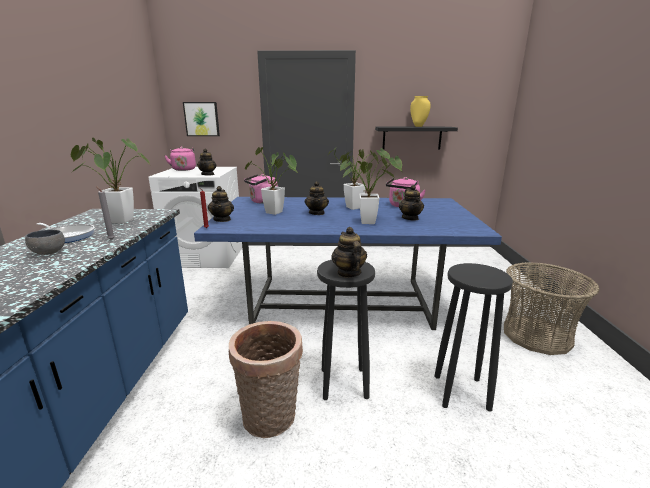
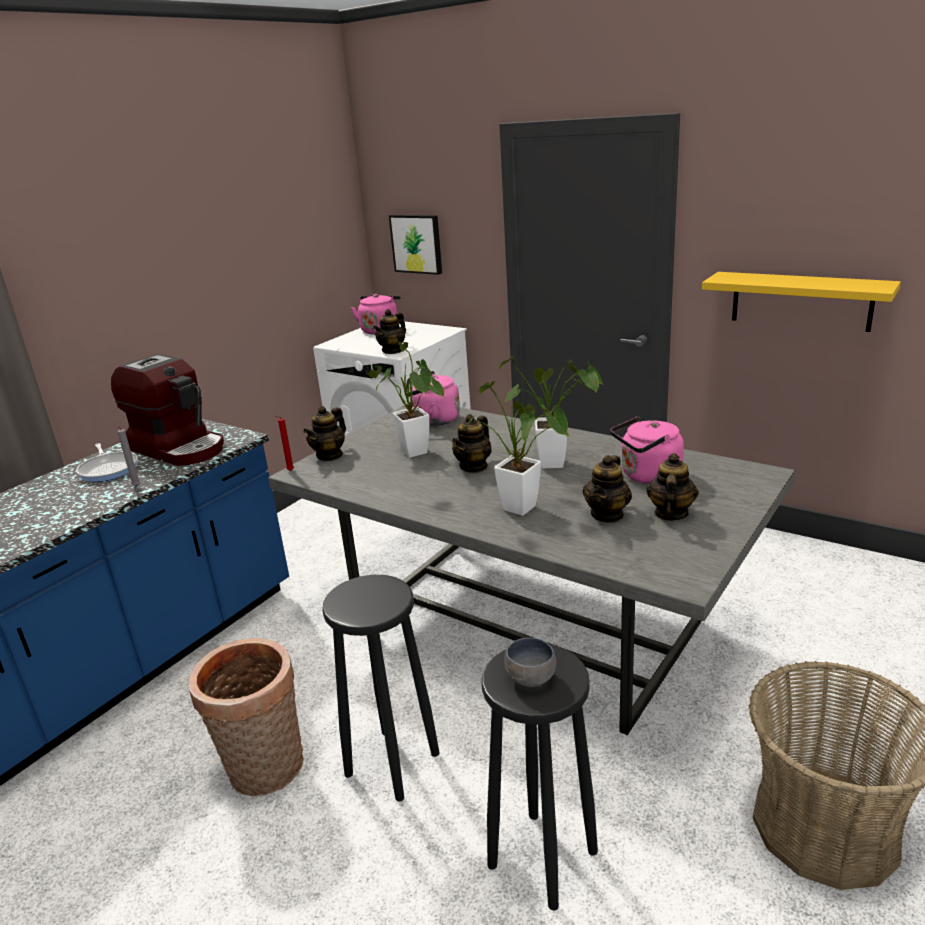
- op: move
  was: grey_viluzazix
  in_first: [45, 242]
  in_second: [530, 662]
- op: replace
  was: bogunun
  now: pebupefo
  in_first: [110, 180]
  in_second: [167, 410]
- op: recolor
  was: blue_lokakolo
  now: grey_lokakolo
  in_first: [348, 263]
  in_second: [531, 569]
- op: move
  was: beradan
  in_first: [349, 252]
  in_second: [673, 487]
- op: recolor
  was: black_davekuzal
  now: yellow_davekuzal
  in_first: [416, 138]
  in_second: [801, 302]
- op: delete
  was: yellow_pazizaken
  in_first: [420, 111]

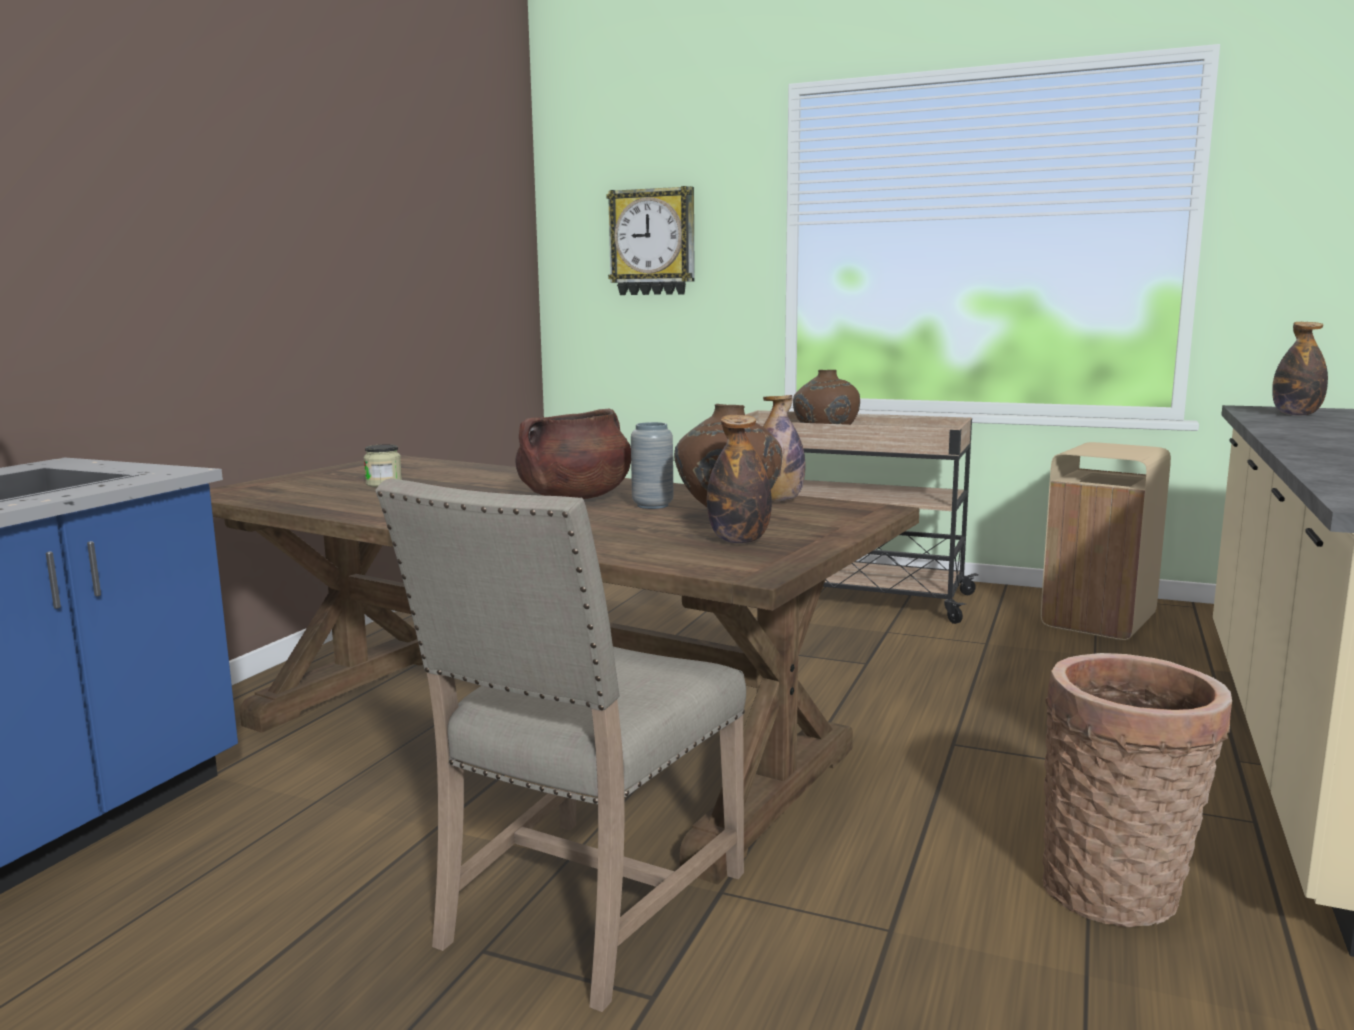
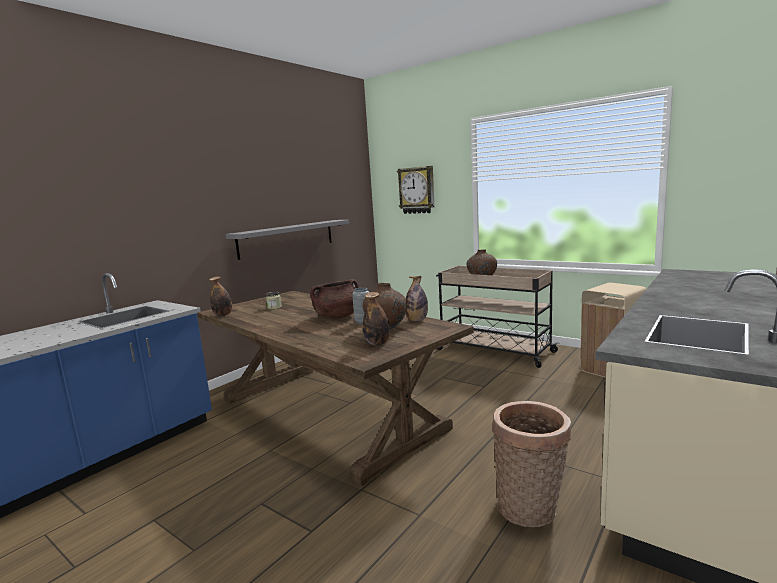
- op: delete
  was: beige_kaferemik
  in_first: [560, 745]
- op: move
  was: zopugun
  in_first: [1300, 369]
  in_second: [220, 296]
- op: insert
  now: grey_davekuzal
  in_second: [287, 240]

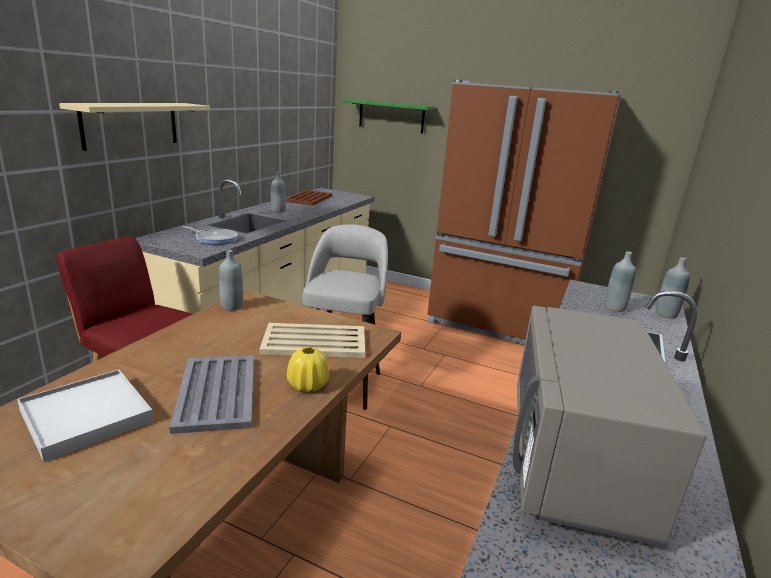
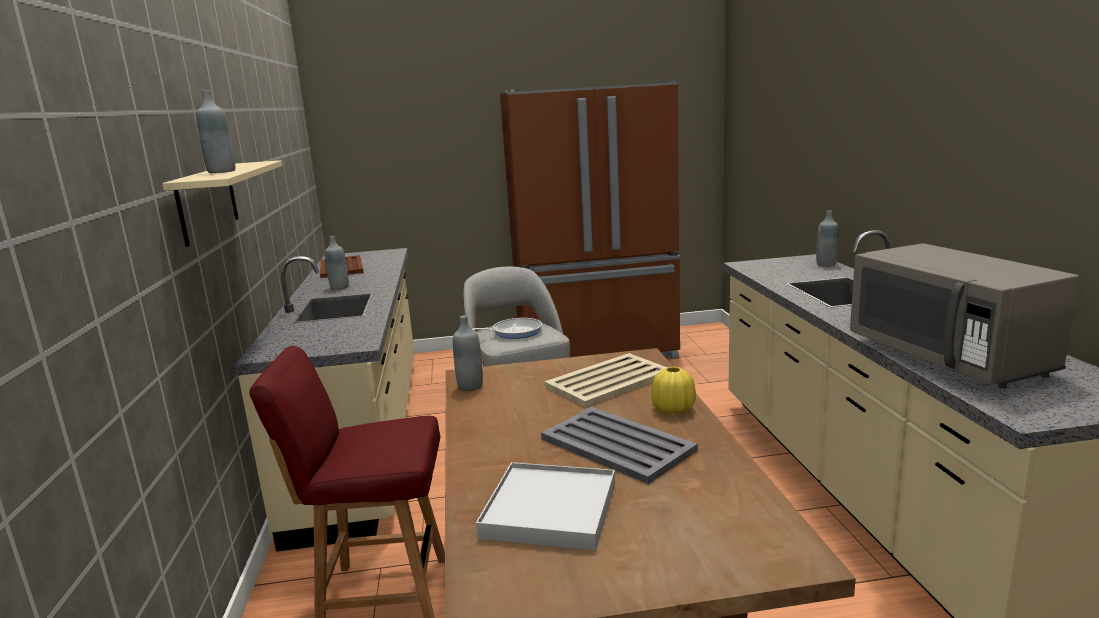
- op: move
  was: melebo
  in_first: [210, 235]
  in_second: [507, 328]
- op: delete
  was: green_davekuzal
  in_first: [388, 116]
- op: move
  was: grey_zopugun
  in_first: [620, 281]
  in_second: [215, 131]

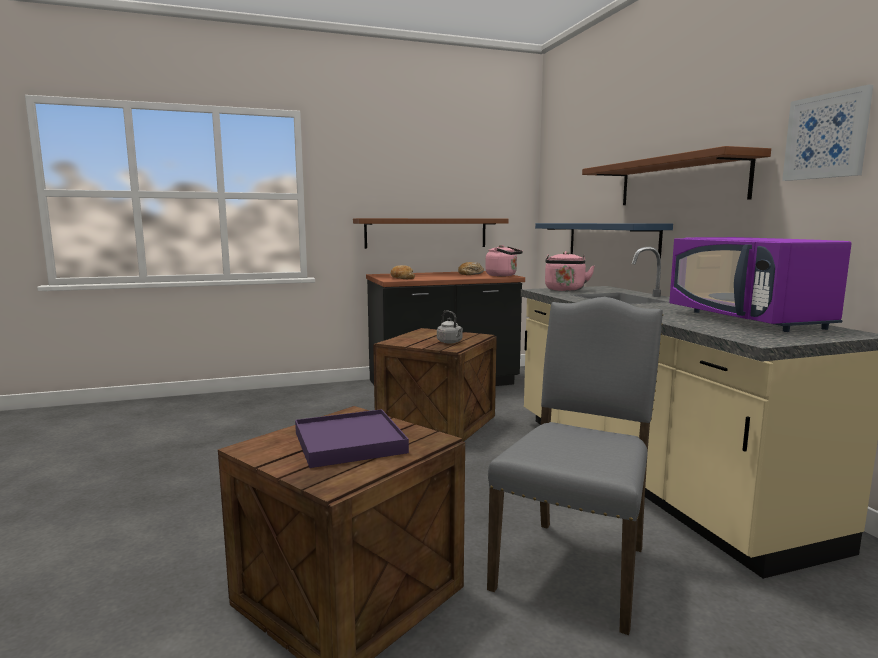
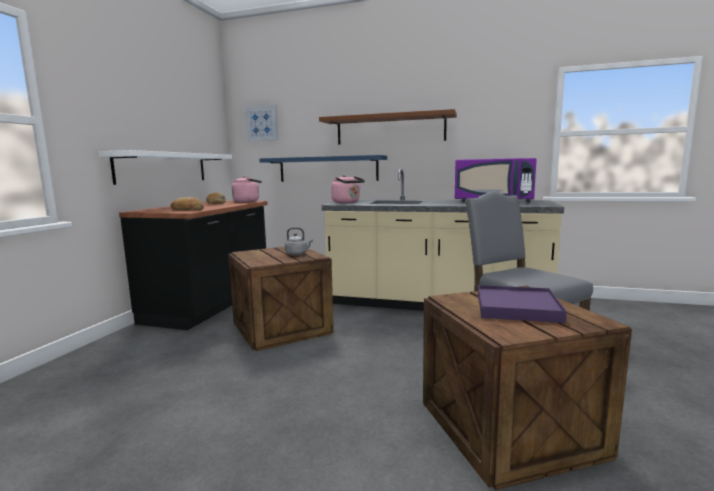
- op: recolor
  was: brown_davekuzal
  now: white_davekuzal
  in_first: [431, 233]
  in_second: [165, 167]
- op: move
  was: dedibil
  in_first: [827, 133]
  in_second: [261, 123]

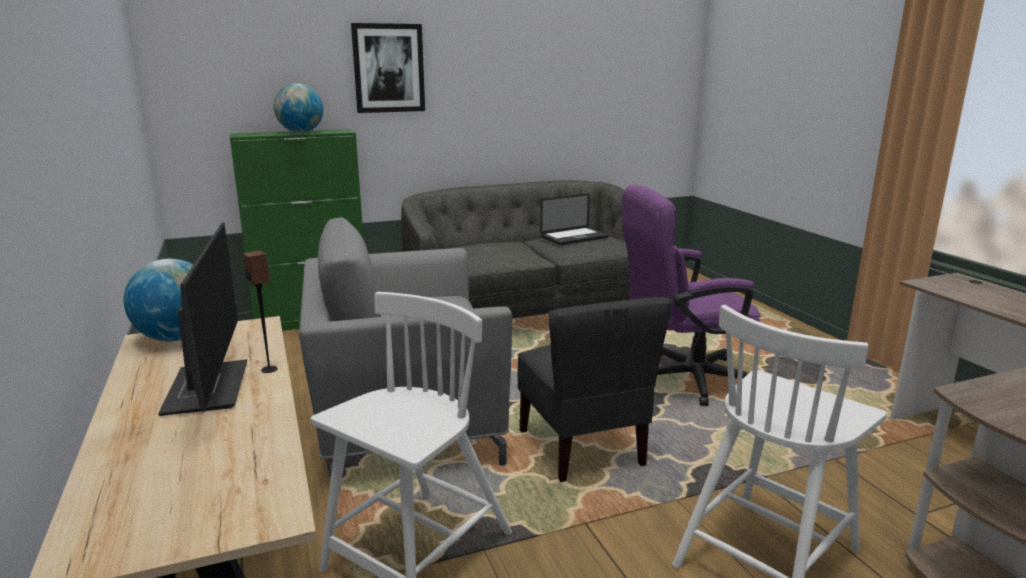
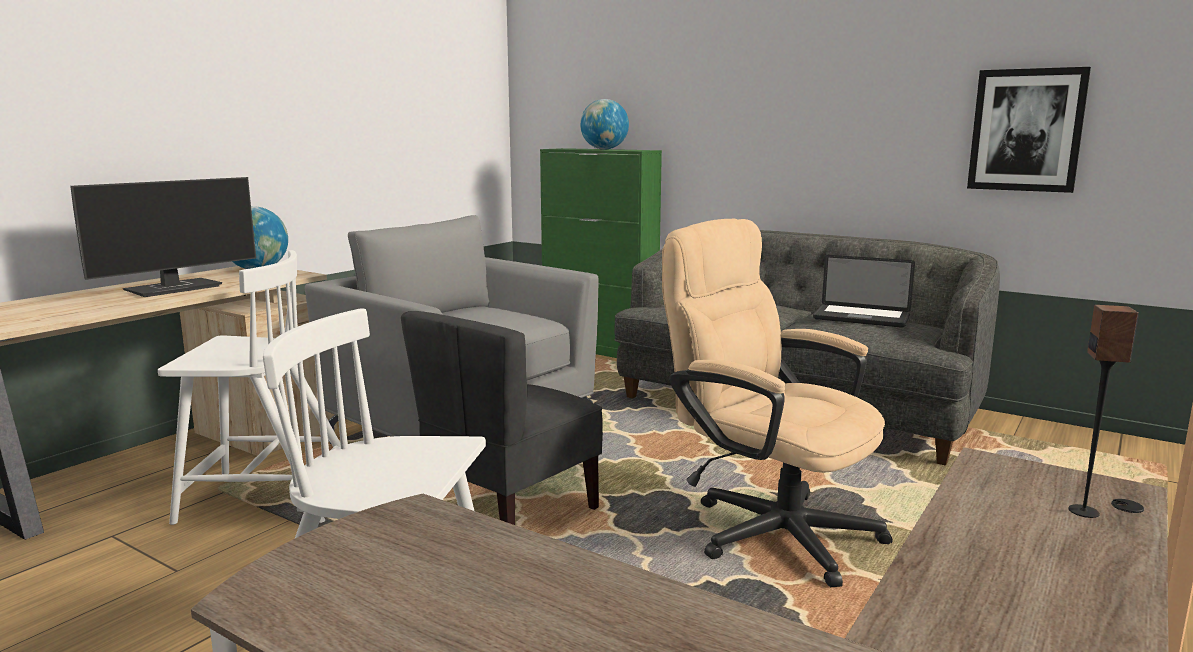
- op: move
  was: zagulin
  in_first: [260, 312]
  in_second: [1103, 411]
- op: move
  was: dedibil
  in_first: [388, 68]
  in_second: [1029, 130]
- op: recolor
  was: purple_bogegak
  now: beige_bogegak
  in_first: [691, 295]
  in_second: [777, 403]

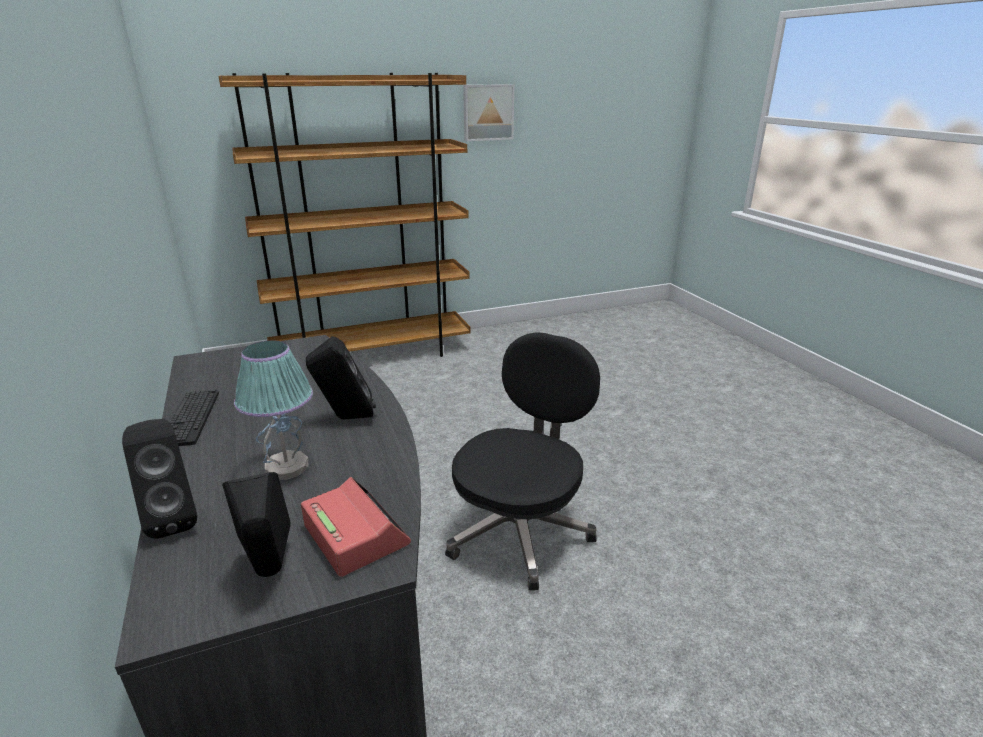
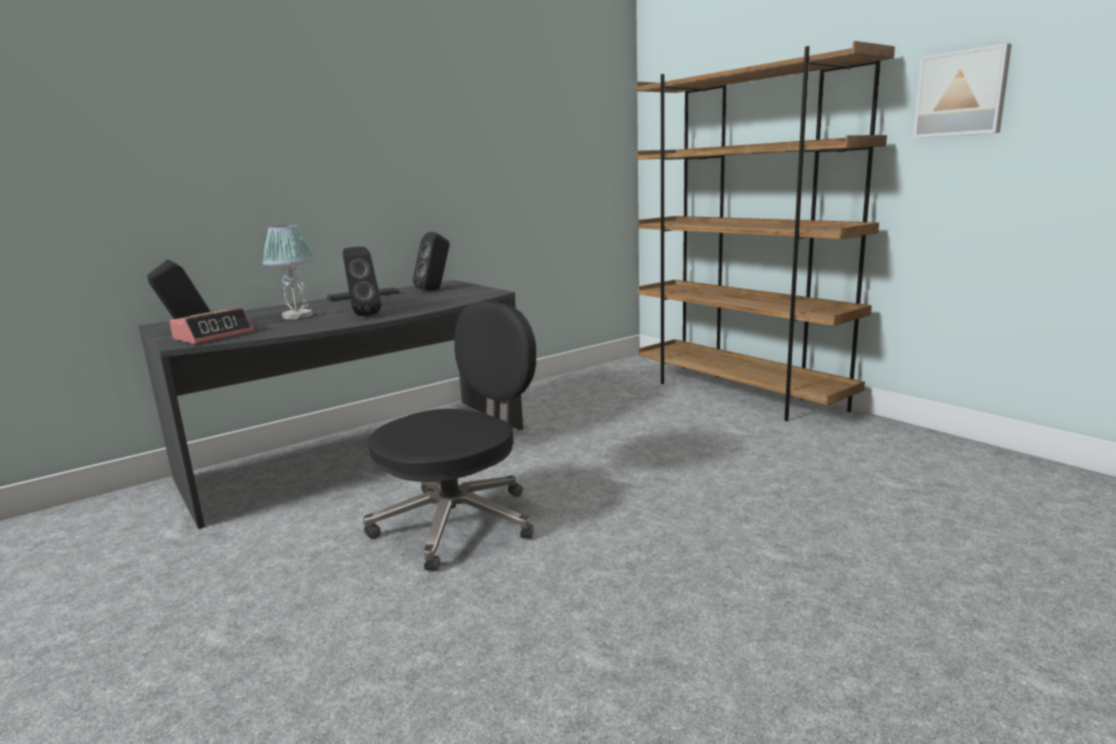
- op: move
  was: black_zagulin
  in_first: [159, 479]
  in_second: [431, 261]
- op: rotate
  was: black_bogegak
  in_first: [522, 461]
  in_second: [449, 436]
  clockwise: -60

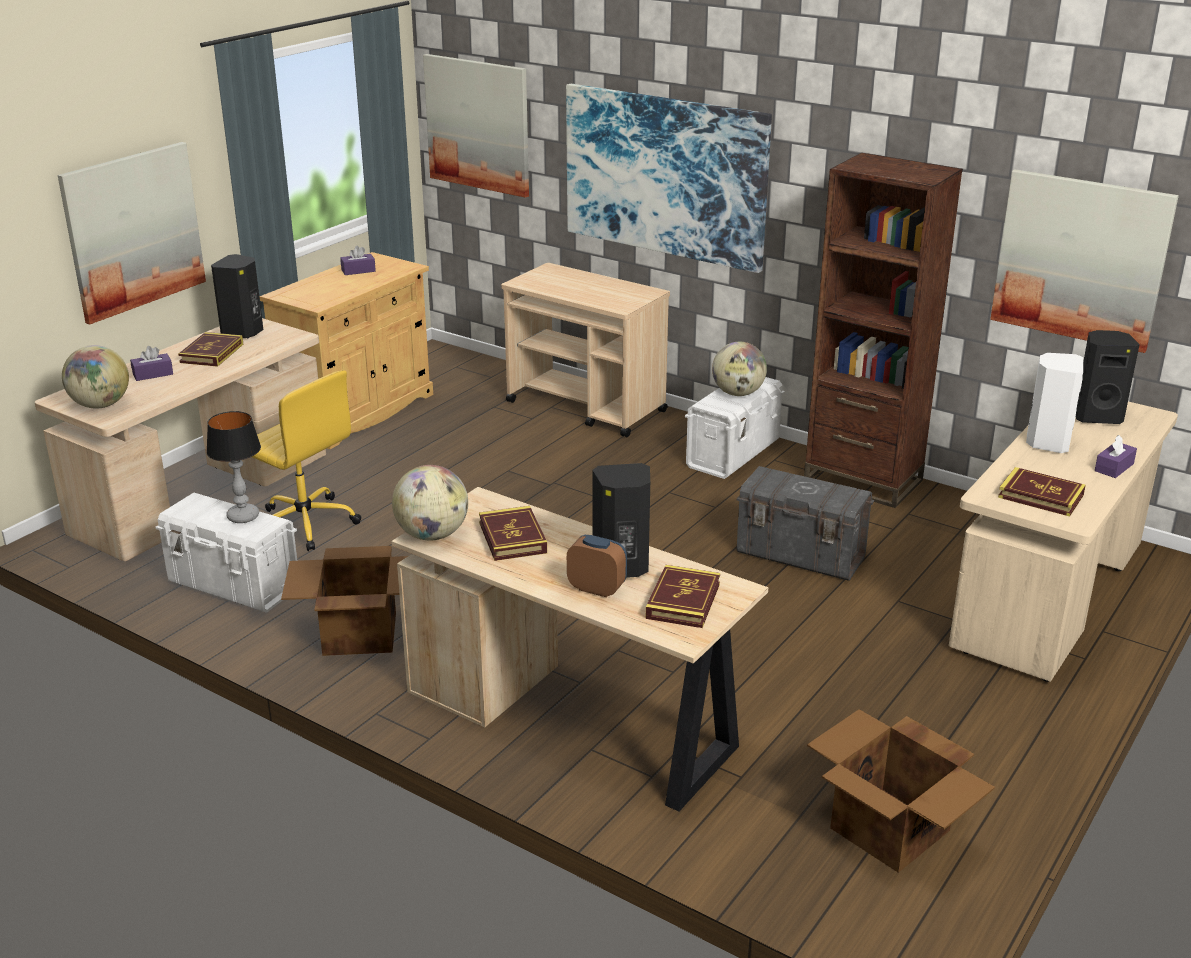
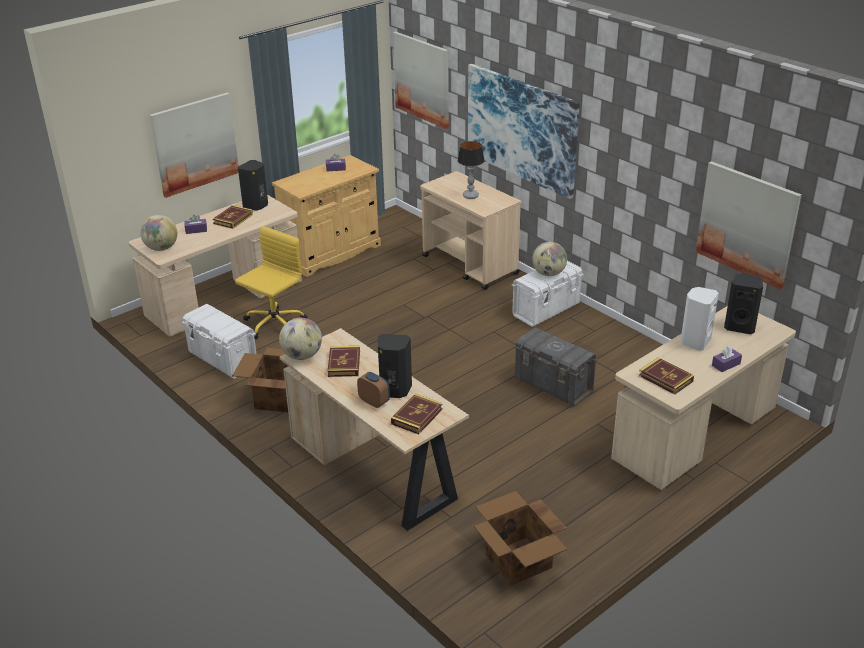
- op: move
  was: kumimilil
  in_first: [233, 467]
  in_second: [471, 170]
- op: rotate
  was: yellow_bogegak
  in_first: [306, 460]
  in_second: [271, 282]
  clockwise: -105
- op: delete
  was: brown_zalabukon
  in_first: [883, 330]

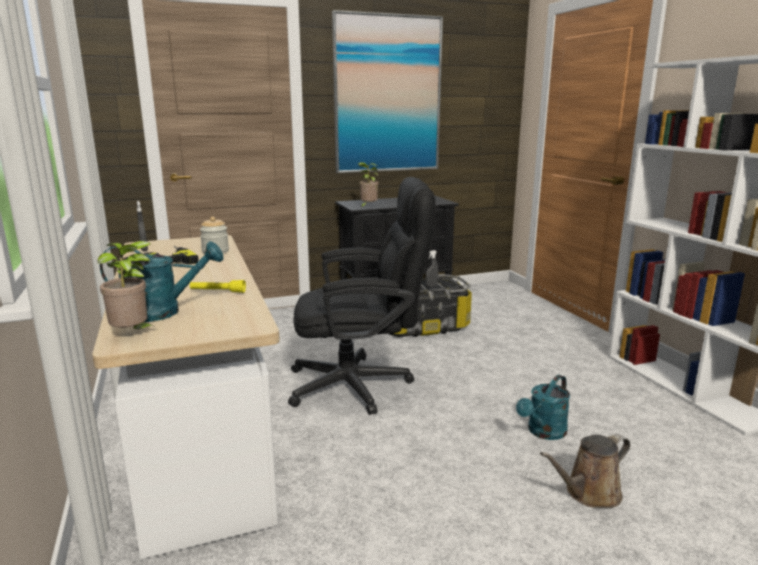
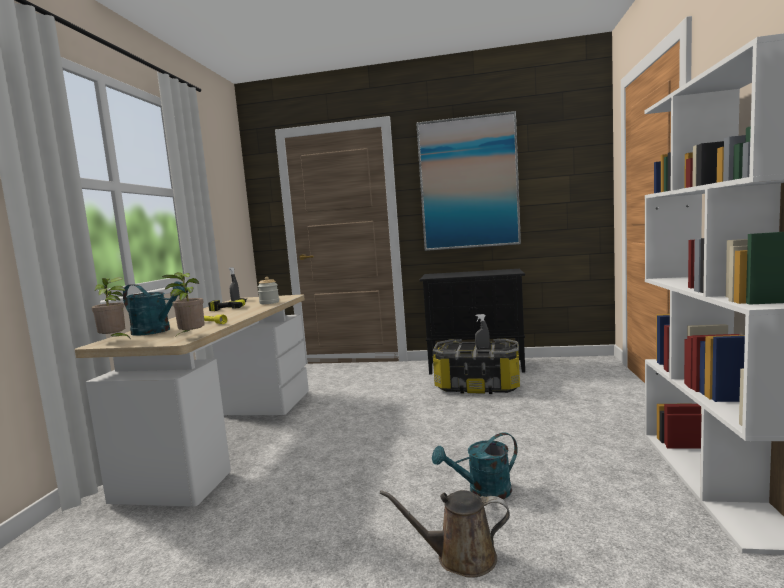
- op: delete
  was: black_bogegak
  in_first: [362, 296]
- op: move
  was: bogunun
  in_first: [368, 185]
  in_second: [183, 305]

